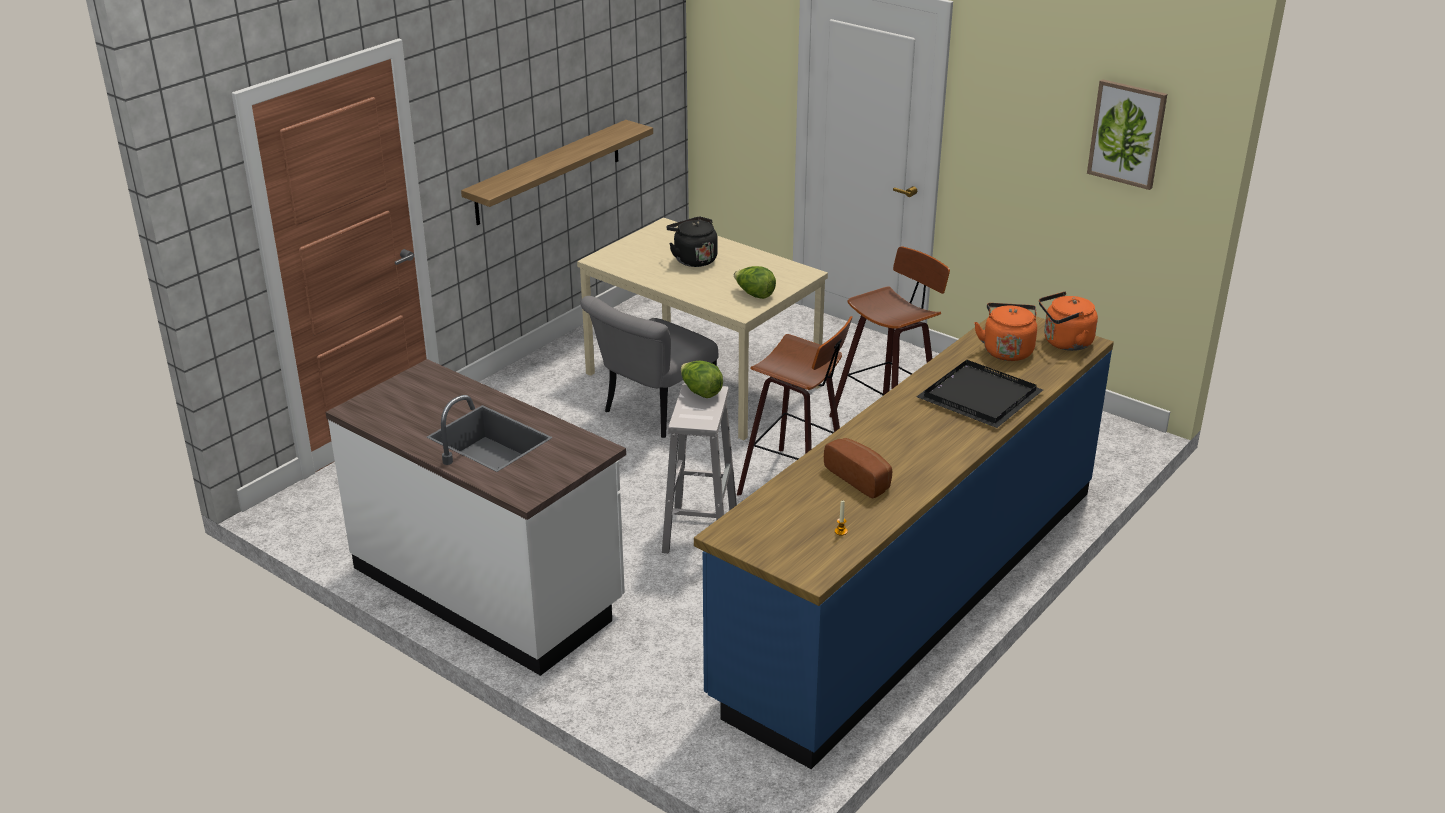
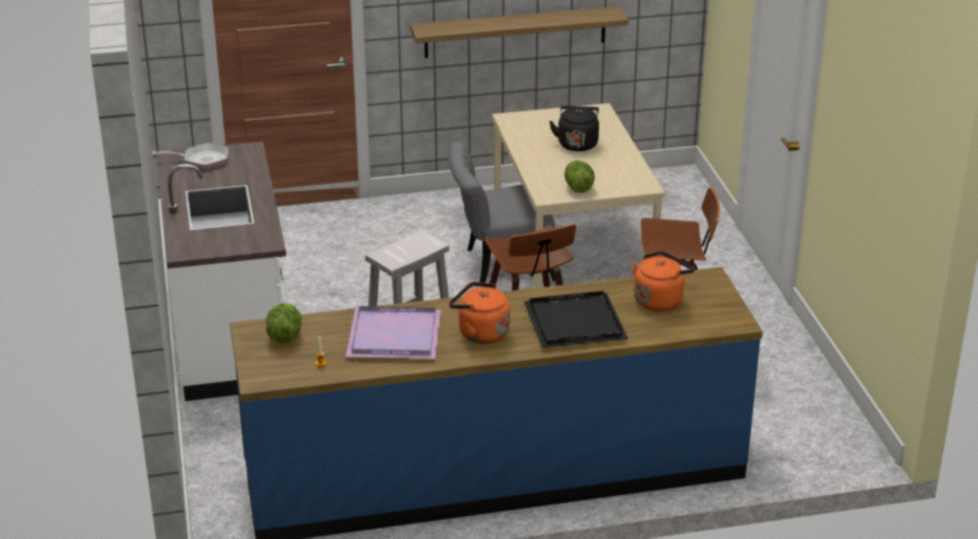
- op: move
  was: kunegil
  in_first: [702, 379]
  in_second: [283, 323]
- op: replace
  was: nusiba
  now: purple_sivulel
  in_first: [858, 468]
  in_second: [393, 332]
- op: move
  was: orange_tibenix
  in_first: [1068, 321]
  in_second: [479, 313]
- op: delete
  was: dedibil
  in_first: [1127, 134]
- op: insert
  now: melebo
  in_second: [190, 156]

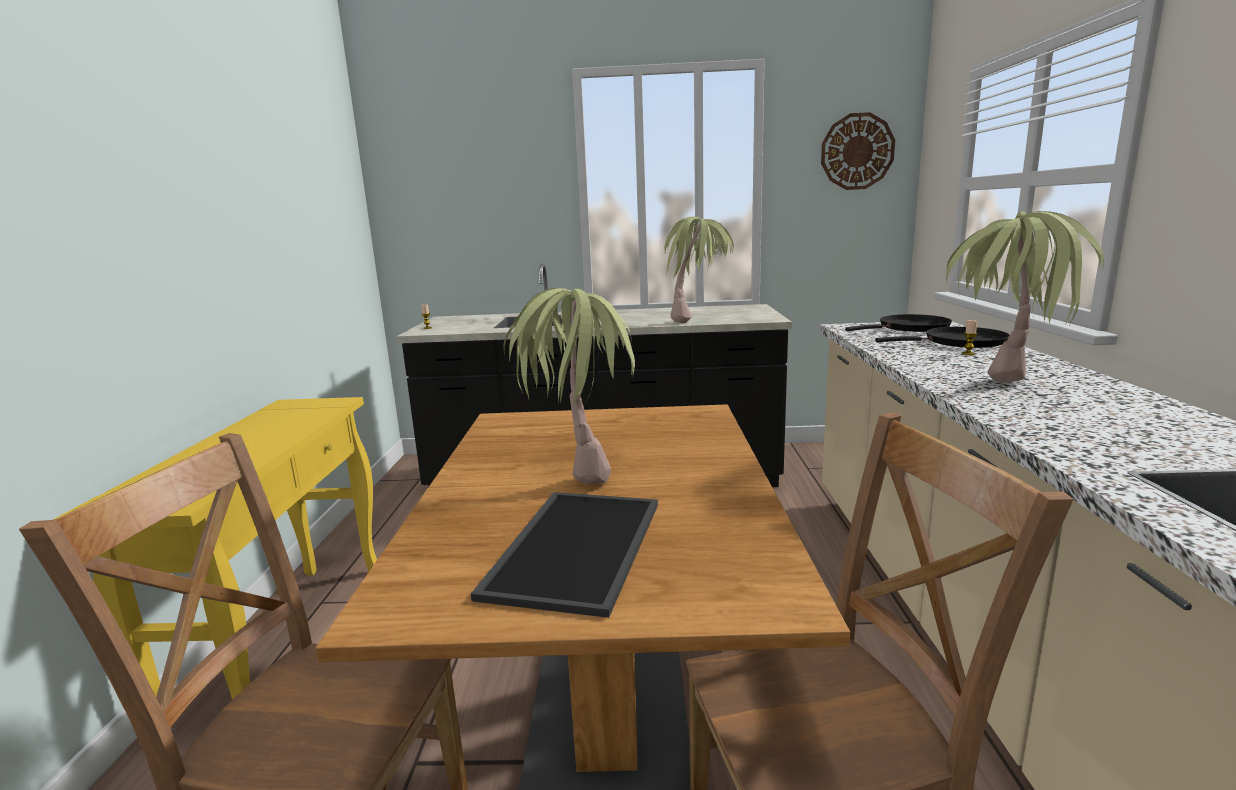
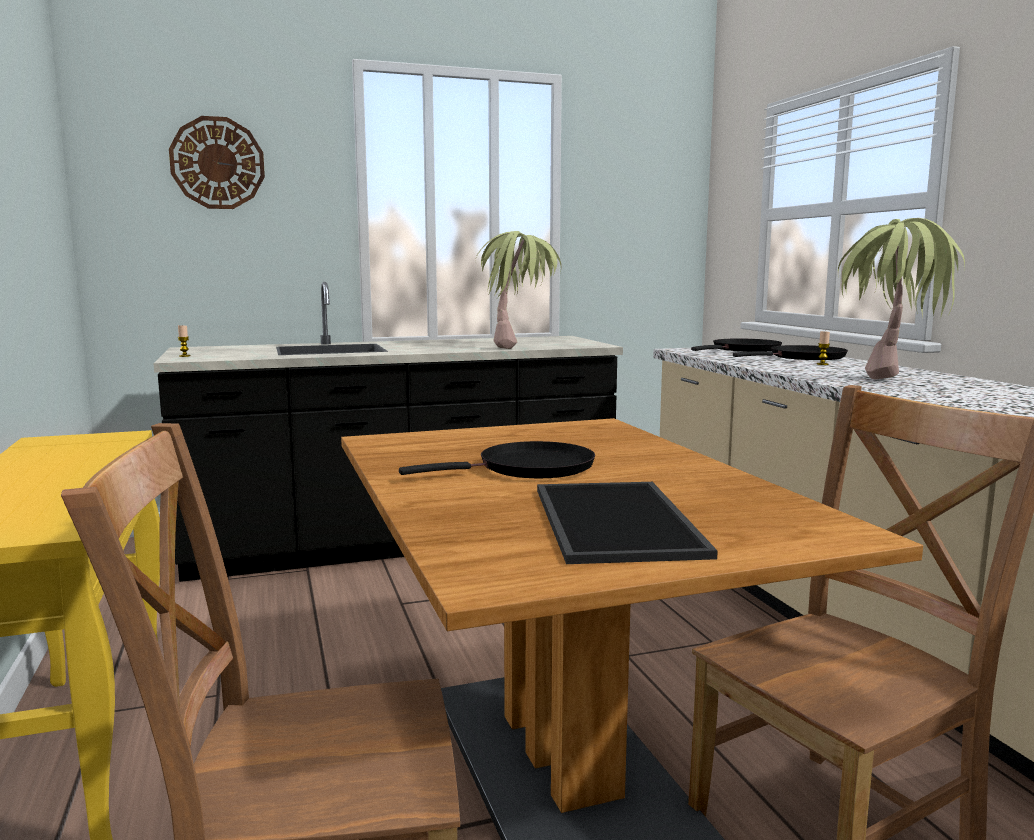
- op: replace
  was: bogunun
  now: black_melebo
  in_first: [569, 386]
  in_second: [497, 459]
- op: move
  was: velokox
  in_first: [858, 151]
  in_second: [217, 162]

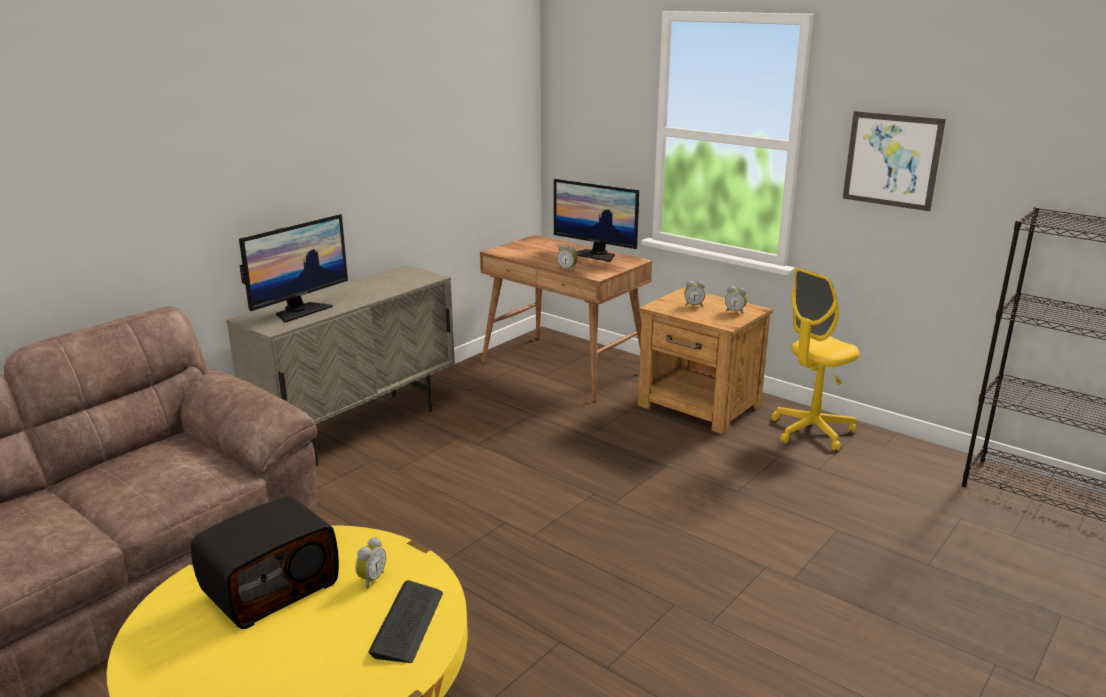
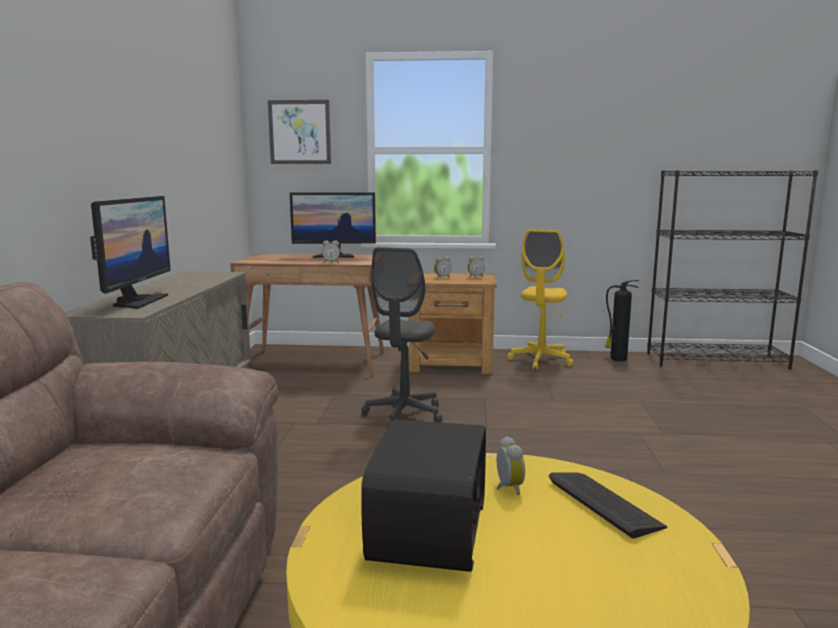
- op: move
  was: dedibil
  in_first: [894, 161]
  in_second: [299, 132]
- op: insert
  now: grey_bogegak
  in_second: [401, 337]
- op: insert
  now: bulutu
  in_second: [622, 320]

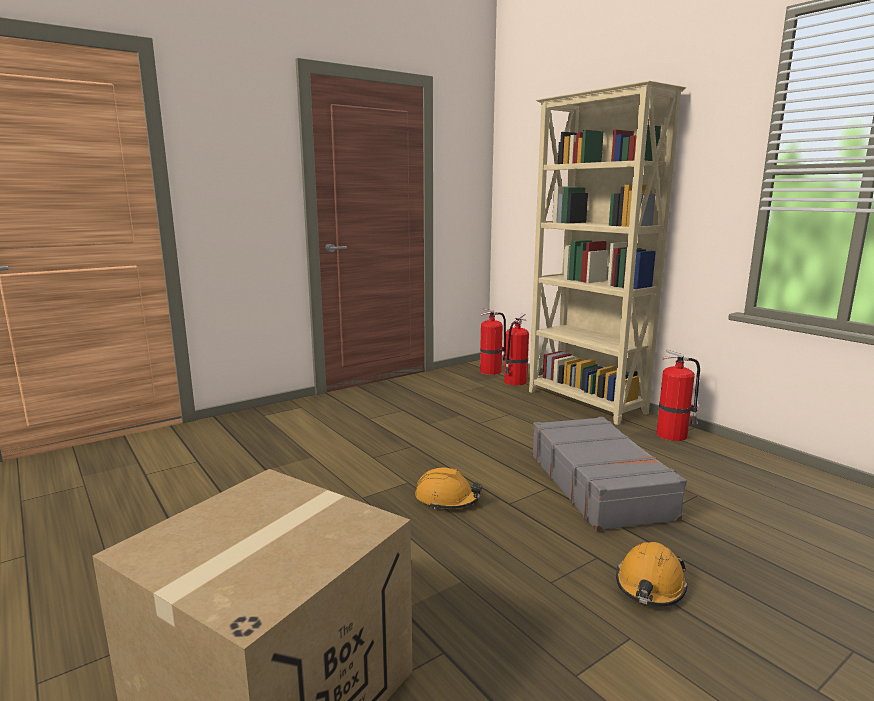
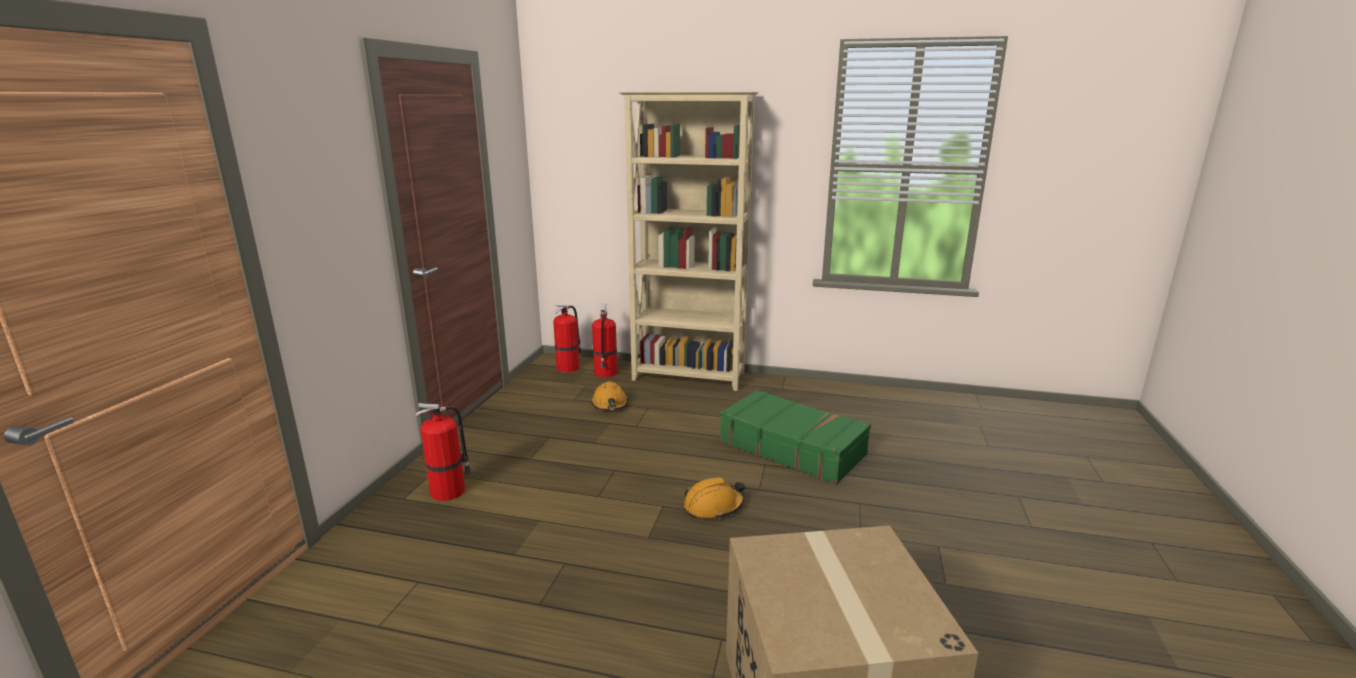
- op: recolor
  was: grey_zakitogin
  now: green_zakitogin
  in_first: [609, 474]
  in_second: [795, 437]
- op: move
  was: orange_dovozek
  in_first: [652, 574]
  in_second: [609, 396]
- op: move
  was: bulutu
  in_first: [678, 395]
  in_second: [444, 452]

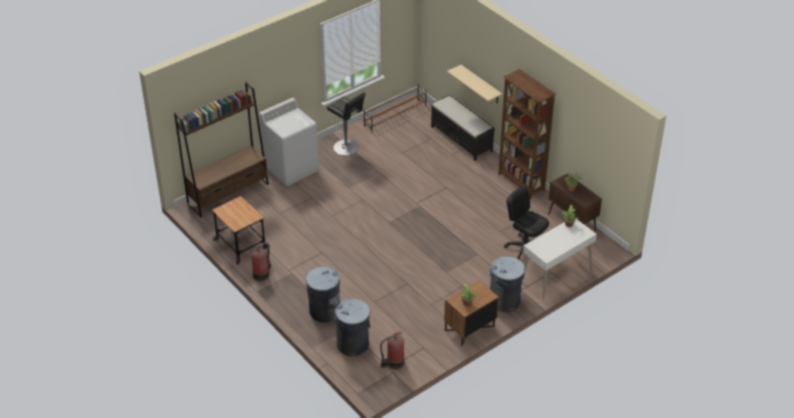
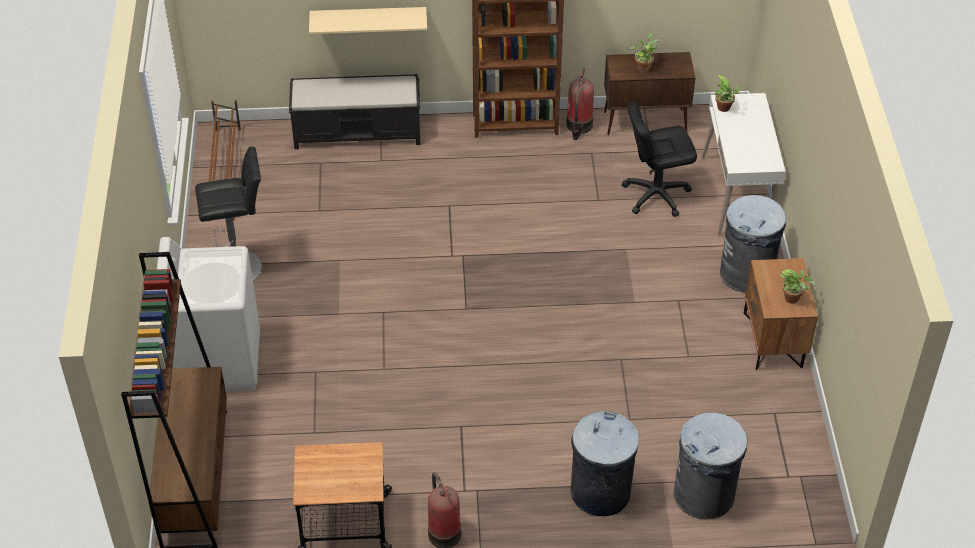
- op: move
  was: bulutu
  in_first: [392, 350]
  in_second: [580, 104]

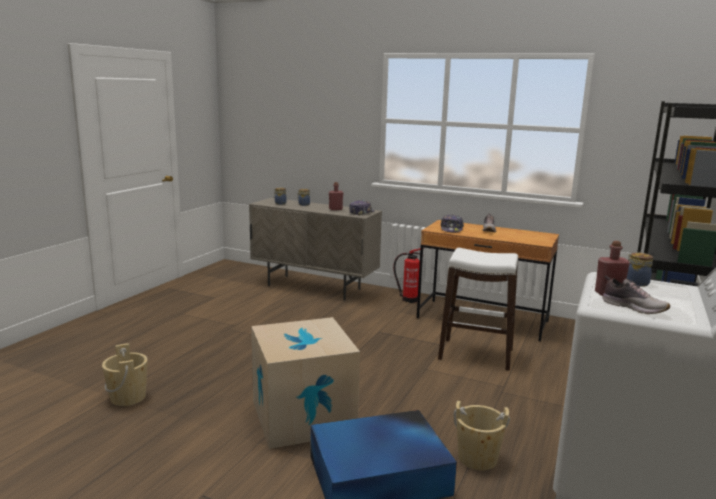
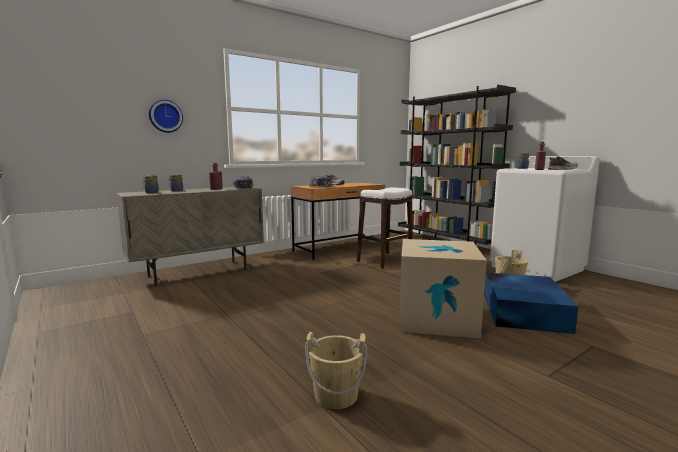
- op: delete
  was: bulutu
  in_first: [408, 275]
- op: insert
  now: velokox
  in_second: [166, 116]

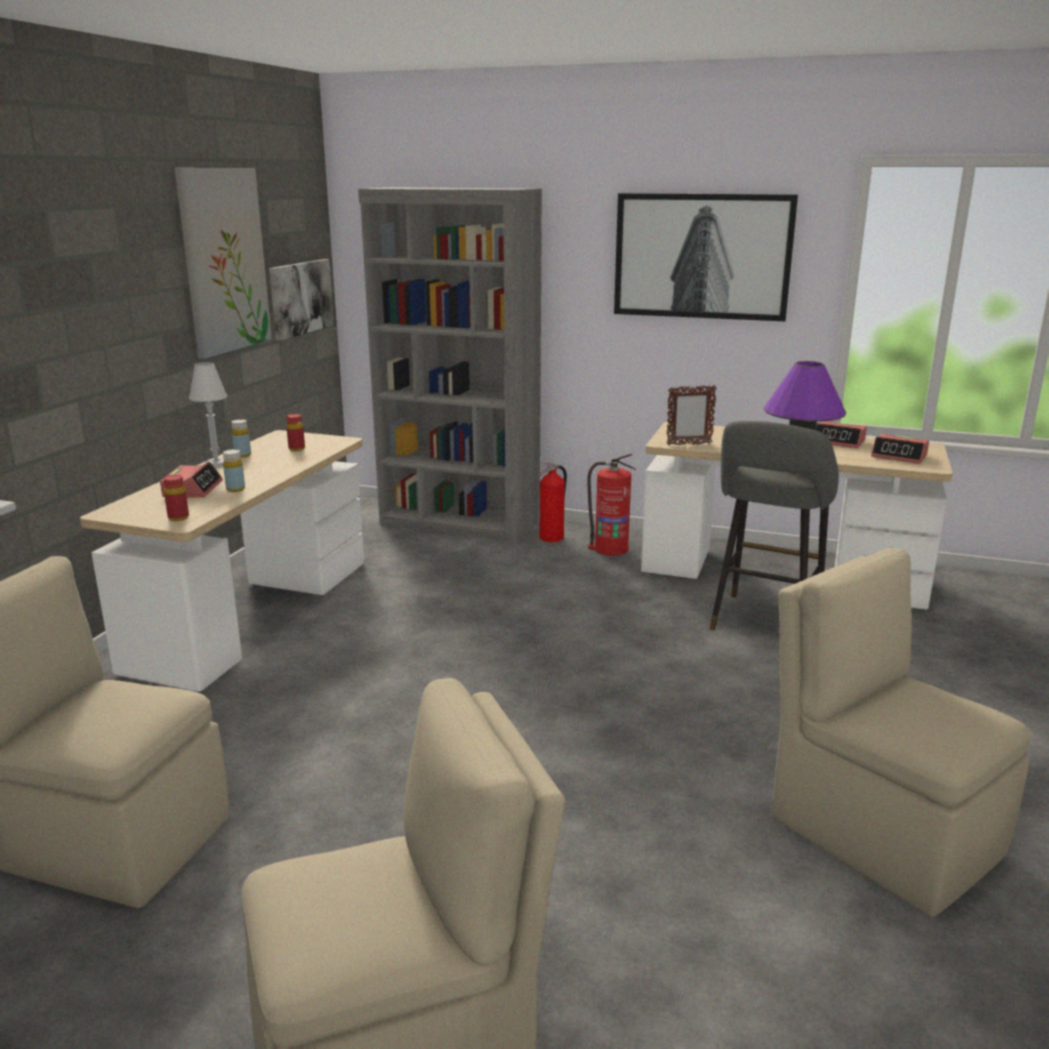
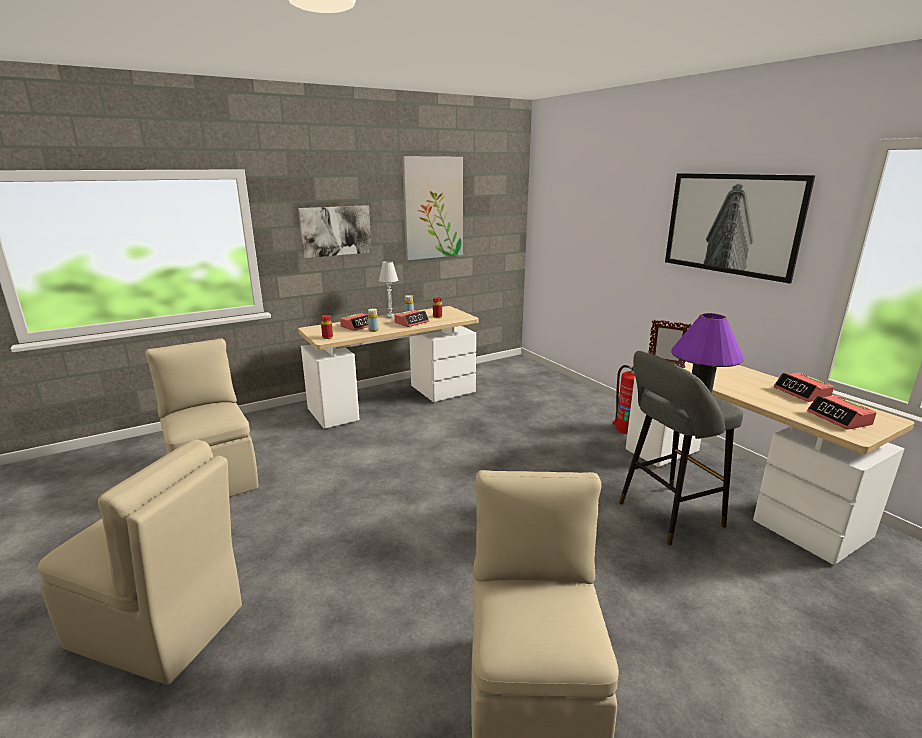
- op: move
  was: dedibil
  in_first: [301, 300]
  in_second: [335, 231]
- op: delete
  was: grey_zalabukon
  in_first: [450, 365]
- op: delete
  was: bulutu
  in_first: [553, 502]
- op: insert
  now: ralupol
  in_second: [411, 318]

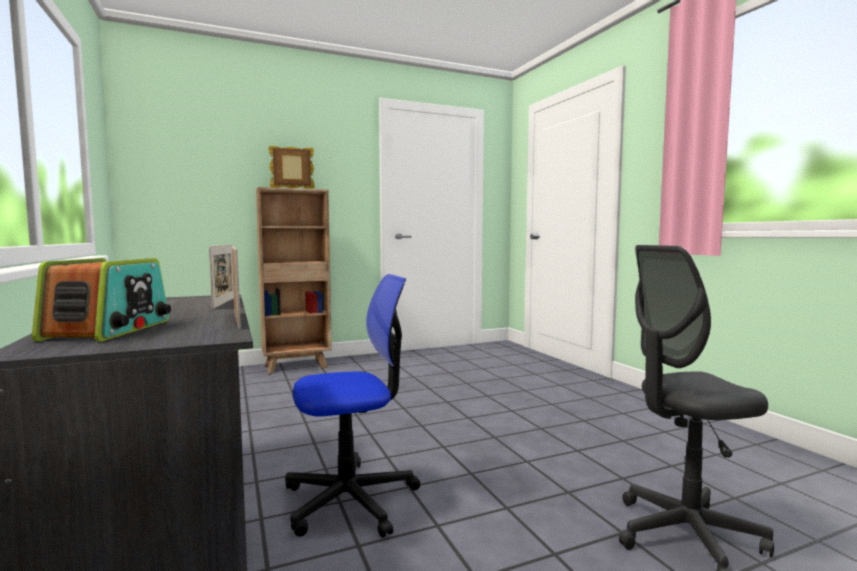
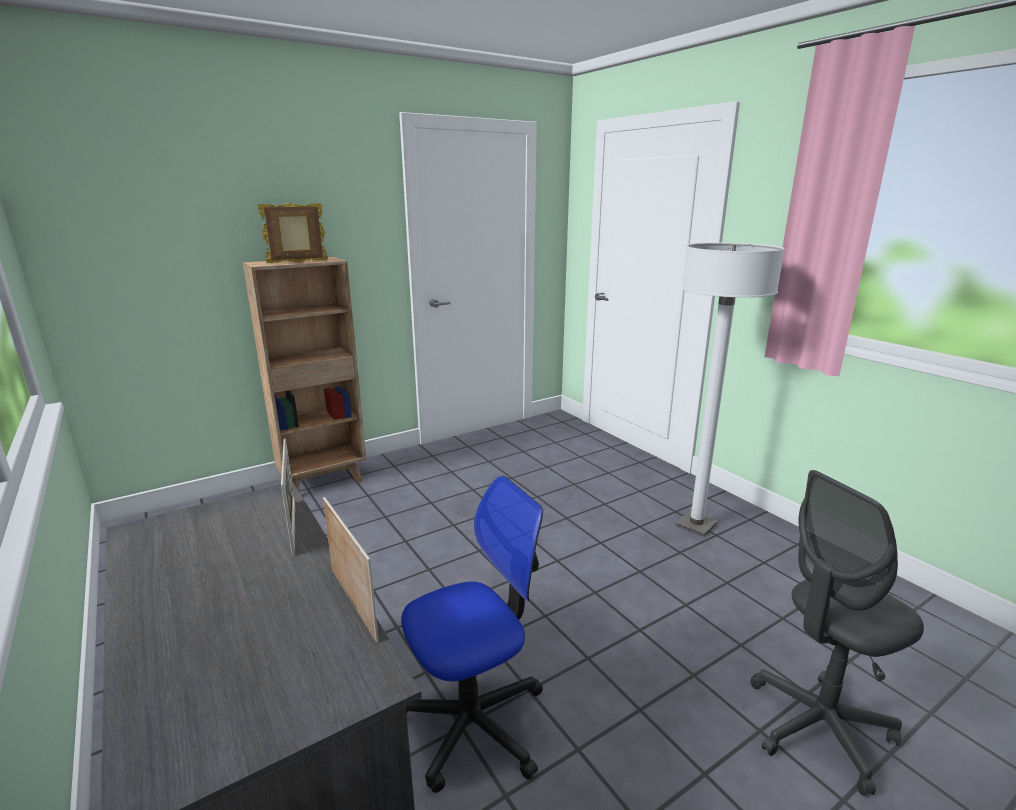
- op: delete
  was: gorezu
  in_first: [101, 299]
- op: insert
  now: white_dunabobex
  in_second: [730, 389]

